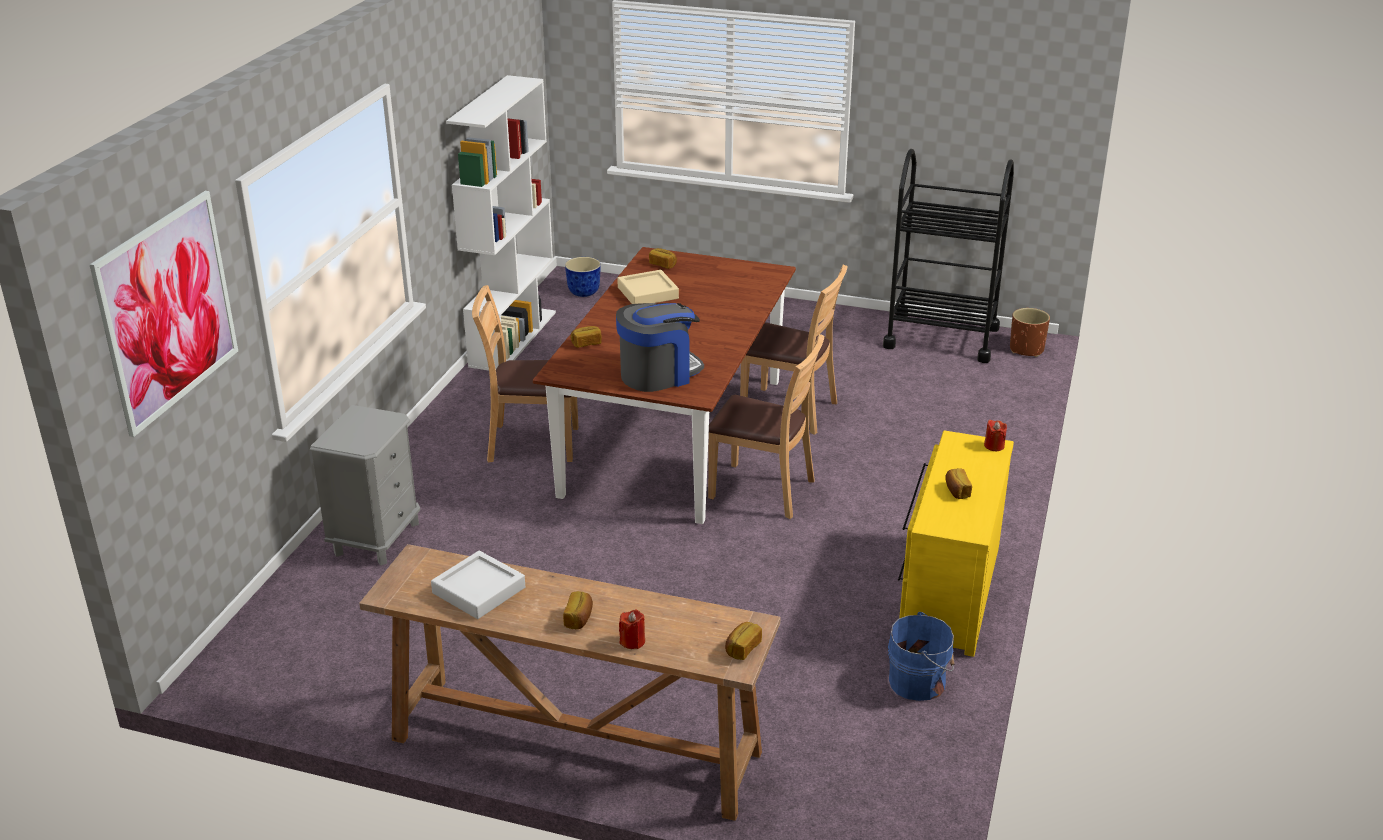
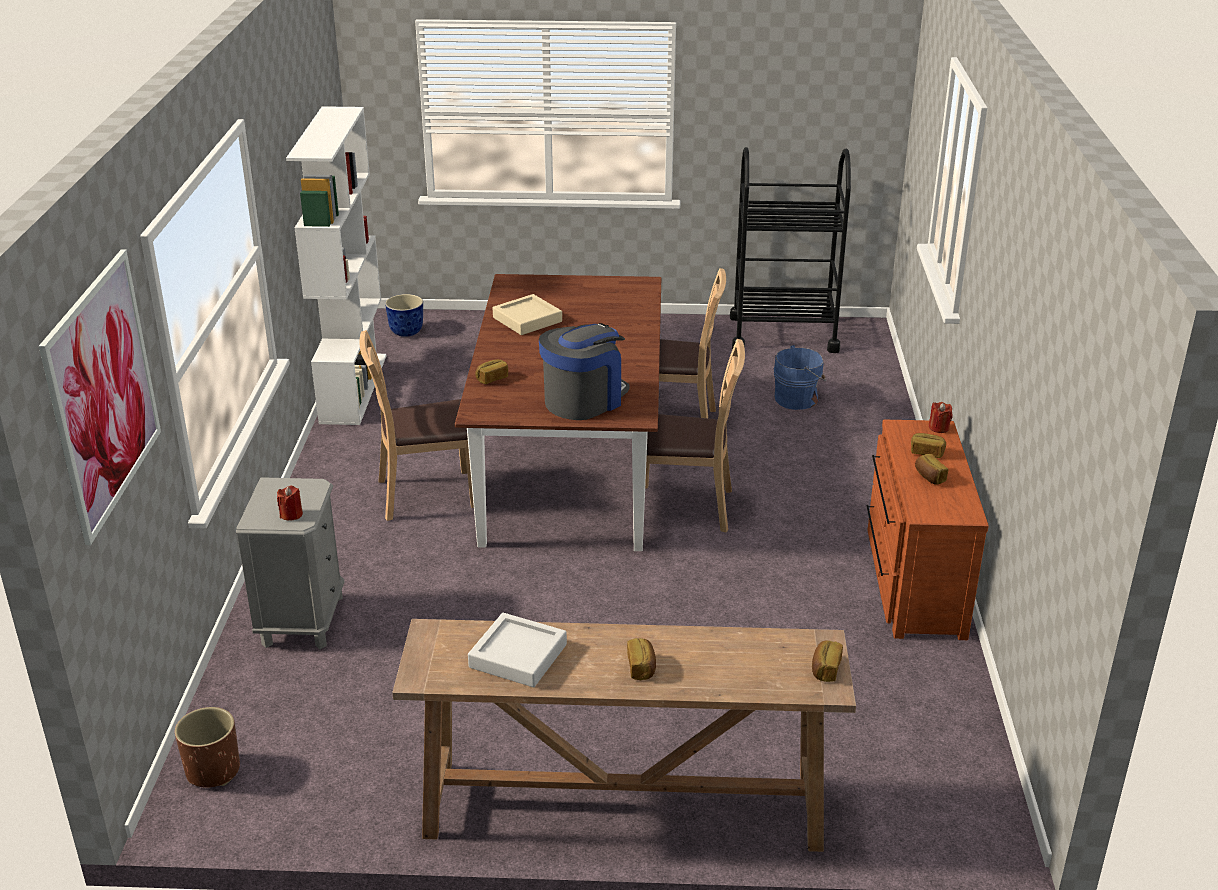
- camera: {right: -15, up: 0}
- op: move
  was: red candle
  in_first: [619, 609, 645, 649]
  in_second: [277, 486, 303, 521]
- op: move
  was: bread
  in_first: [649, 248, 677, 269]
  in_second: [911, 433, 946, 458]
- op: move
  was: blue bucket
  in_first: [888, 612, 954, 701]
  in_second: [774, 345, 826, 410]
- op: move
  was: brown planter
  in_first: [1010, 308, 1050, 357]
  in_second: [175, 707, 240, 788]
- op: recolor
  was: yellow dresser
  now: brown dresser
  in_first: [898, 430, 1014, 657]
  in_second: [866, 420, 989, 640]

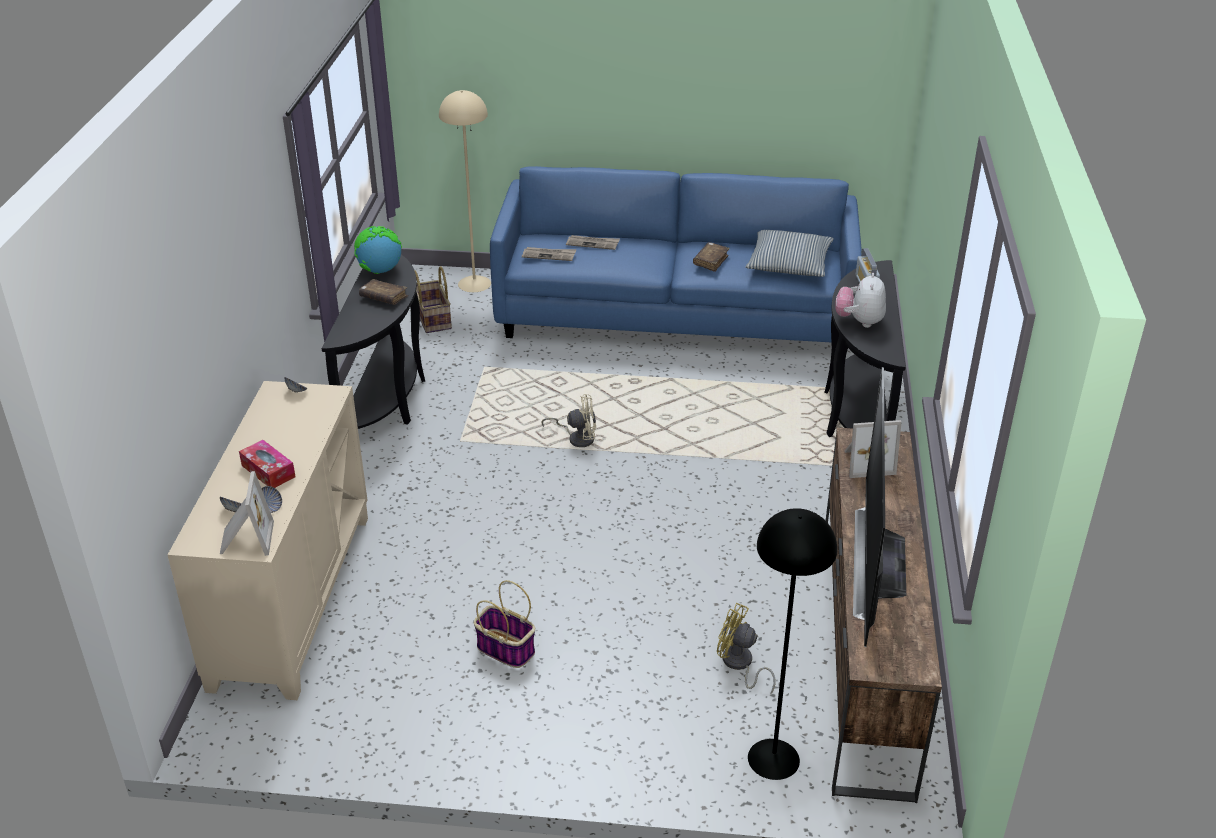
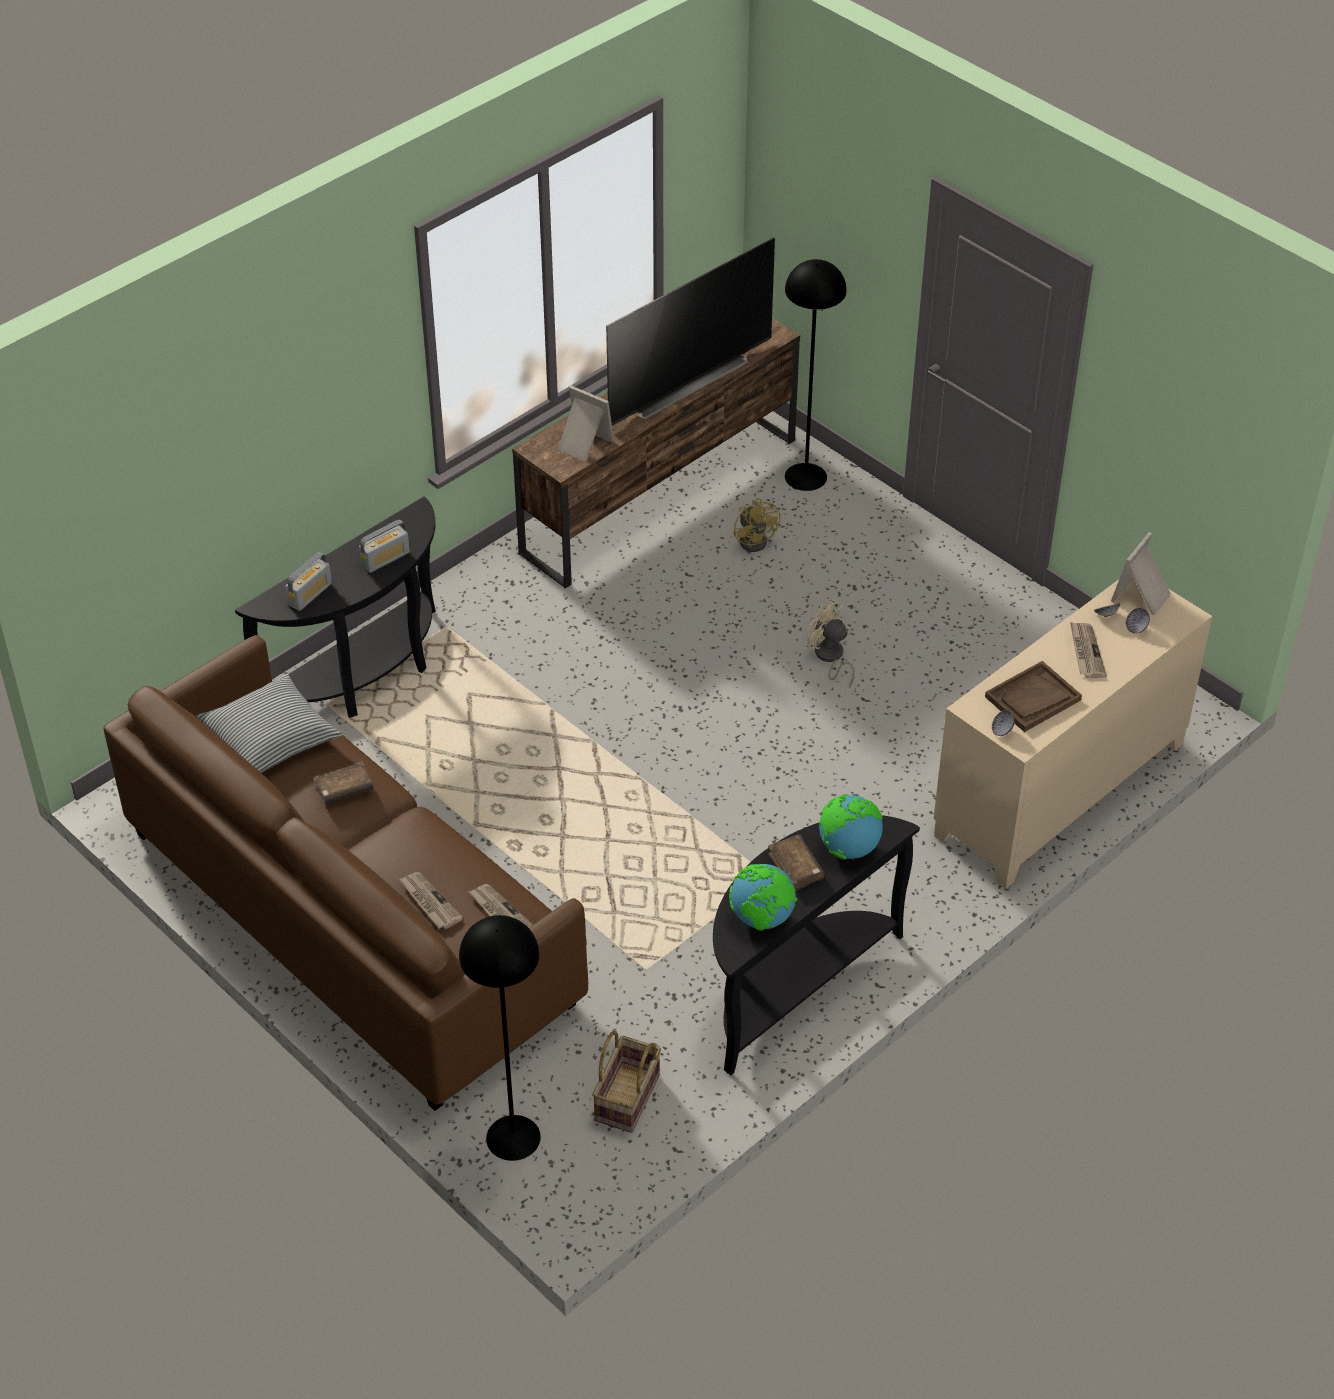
- camera: {right: -140, up: 10}
- op: delete
  was: basket
  in_first: [474, 580, 535, 668]
- op: insert
  now: globe
  in_second: [819, 794, 883, 859]
- op: insert
  now: brown tray
  in_second: [985, 661, 1082, 732]
- op: move
  was: beige fan
  in_first: [542, 394, 596, 447]
  in_second: [807, 599, 855, 688]
- op: replace
  was: tissue box
  now: newspaper
  in_first: [239, 440, 296, 488]
  in_second: [1070, 622, 1107, 678]
- op: replace
  was: plush toy
  now: radio
  in_first: [835, 273, 886, 328]
  in_second: [359, 520, 410, 573]
- op: recolor
  was: beige floor lamp
  now: black floor lamp
  in_first: [439, 90, 491, 292]
  in_second: [459, 915, 541, 1161]
- op: recolor
  was: blue sofa
  now: brown sofa
  in_first: [490, 166, 862, 343]
  in_second: [104, 635, 588, 1111]

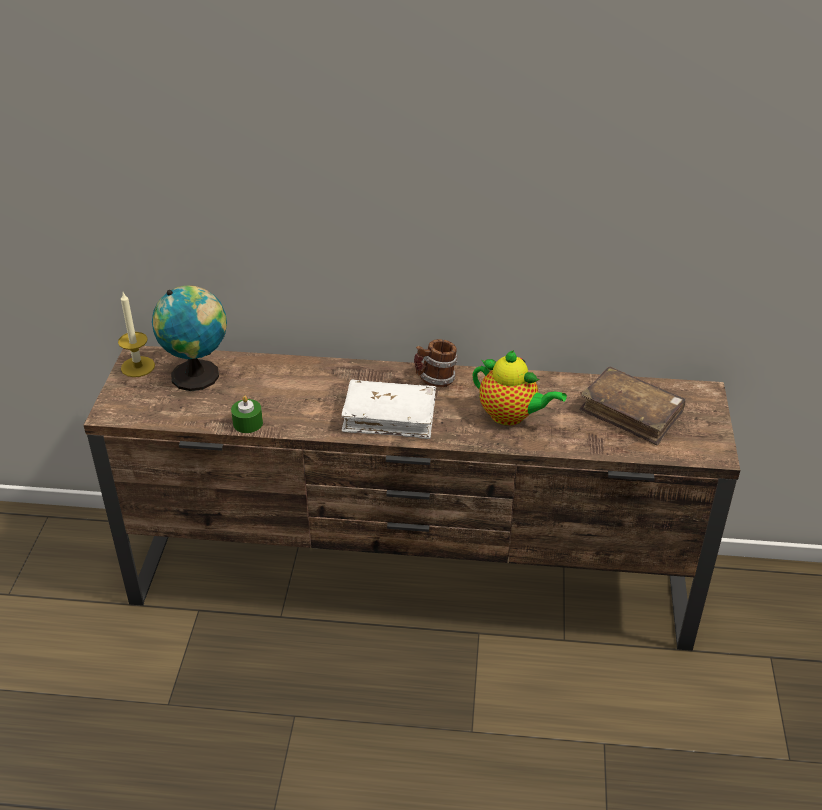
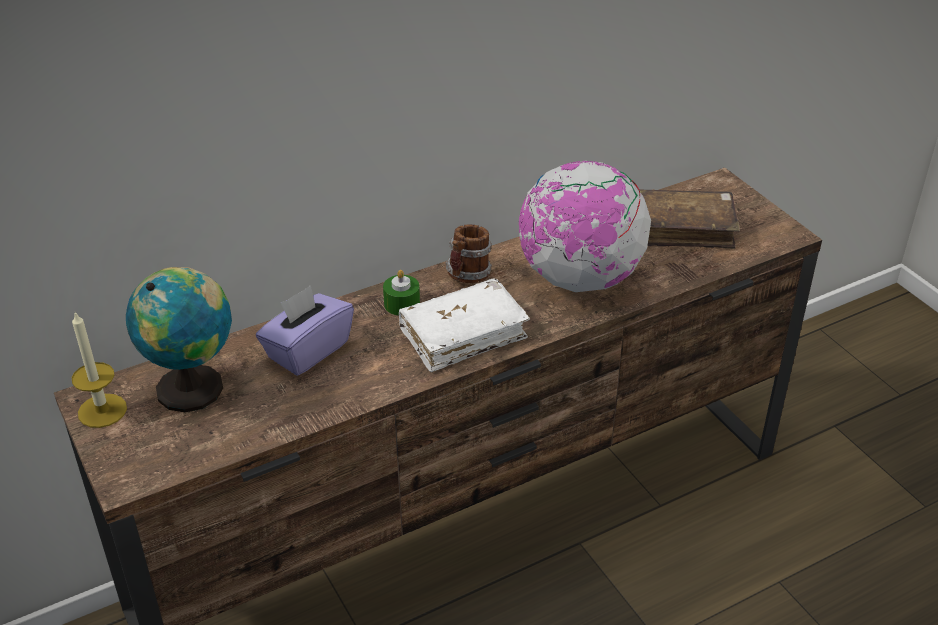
- camera: {right: -35, up: 0}
- op: insert
  now: purple tissue box
  in_second: [256, 285, 354, 376]
- op: move
  was: green candle
  in_first: [231, 396, 263, 433]
  in_second: [383, 270, 420, 316]
- op: replace
  was: teapot
  now: globe
  in_first: [473, 350, 567, 426]
  in_second: [519, 161, 651, 292]

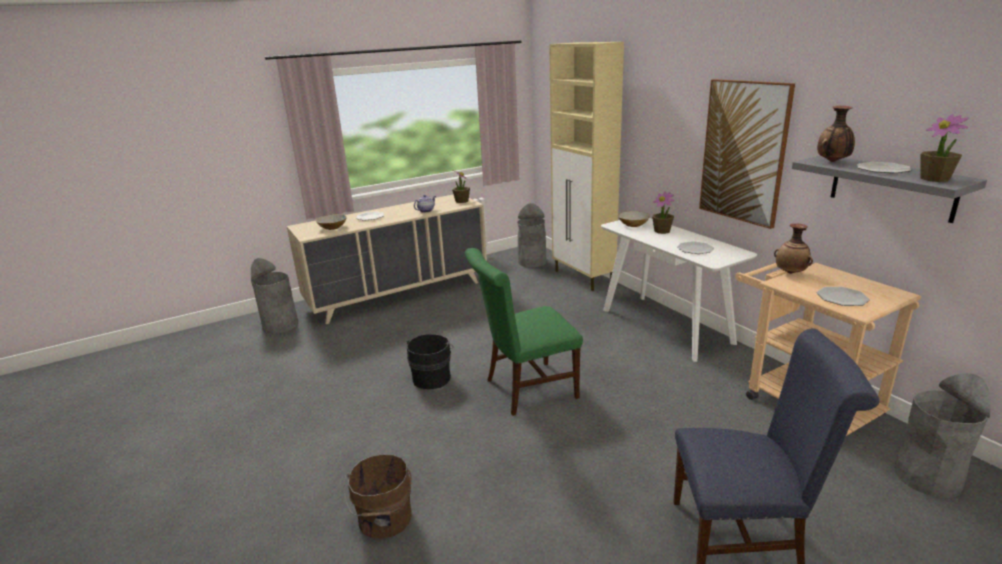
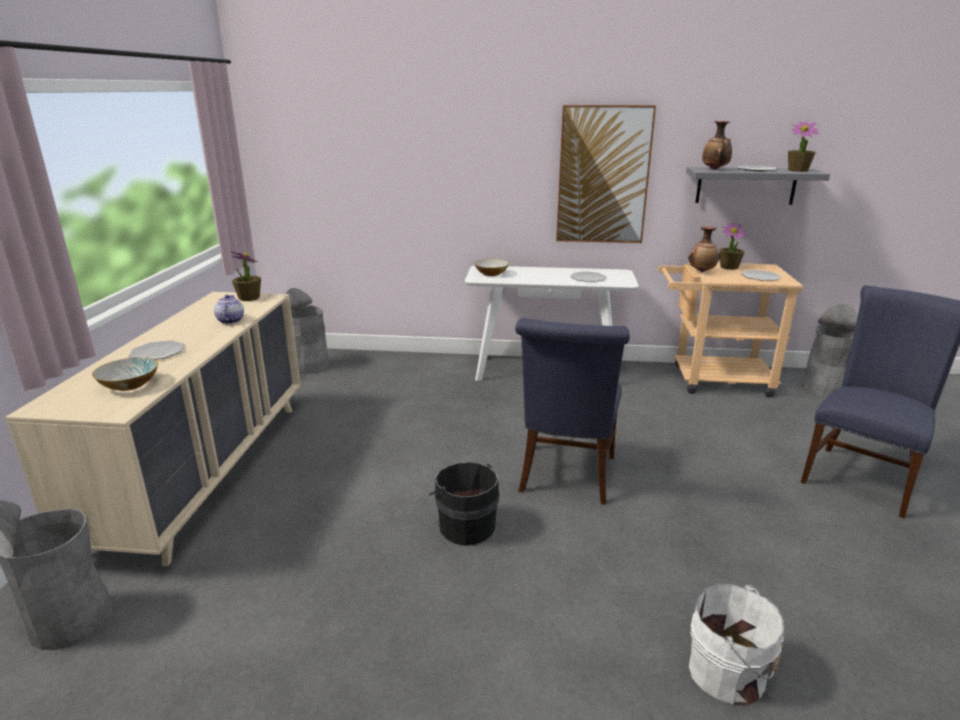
- camera: {right: -55, up: 0}
- op: delete
  was: beige cabinet
  in_first: [549, 42, 624, 291]
- op: move
  was: potted plant
  in_first: [652, 191, 674, 234]
  in_second: [719, 223, 747, 270]
- op: recolor
  was: brown bucket
  now: white bucket
  in_first: [344, 454, 412, 539]
  in_second: [689, 584, 784, 705]
- op: recolor
  was: green chair
  now: blue chair
  in_first: [465, 248, 583, 416]
  in_second: [515, 318, 630, 504]

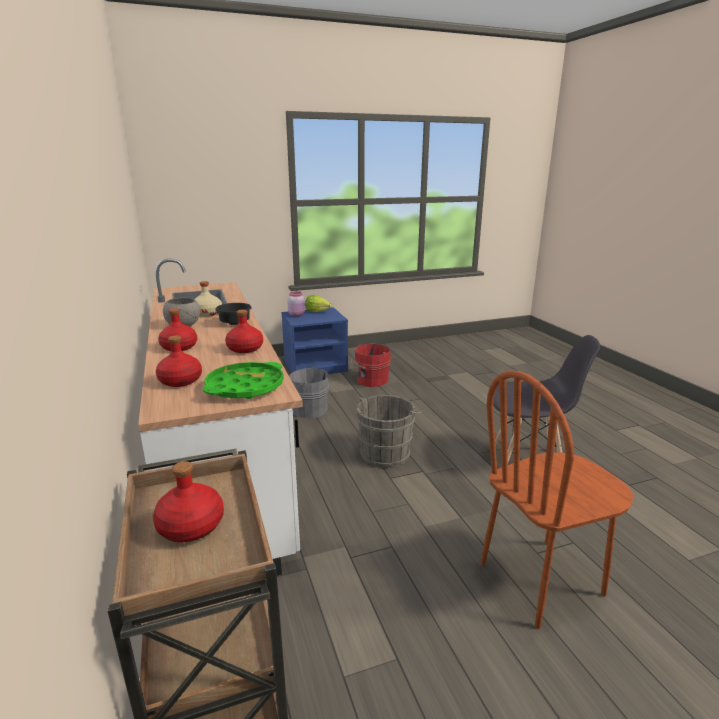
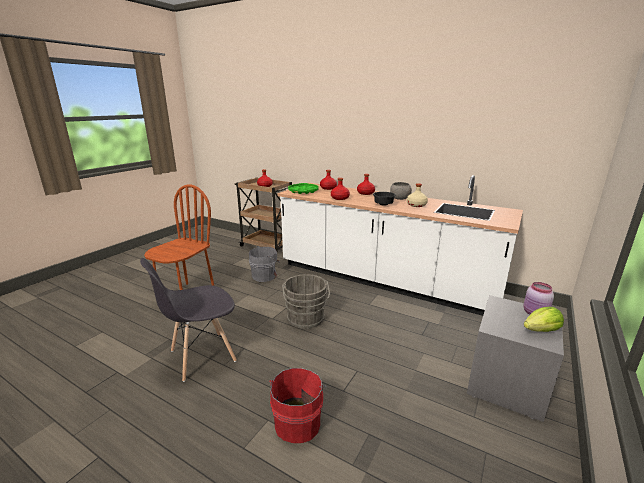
- camera: {right: 140, up: 0}
- op: move
  was: grey bucket
  in_first: [289, 366, 329, 418]
  in_second: [249, 246, 280, 282]
- op: move
  was: red bucket
  in_first: [351, 343, 391, 387]
  in_second: [269, 368, 327, 443]
- op: recolor
  was: blue nightstand
  now: grey nightstand
  in_first: [281, 307, 348, 374]
  in_second: [467, 295, 564, 422]

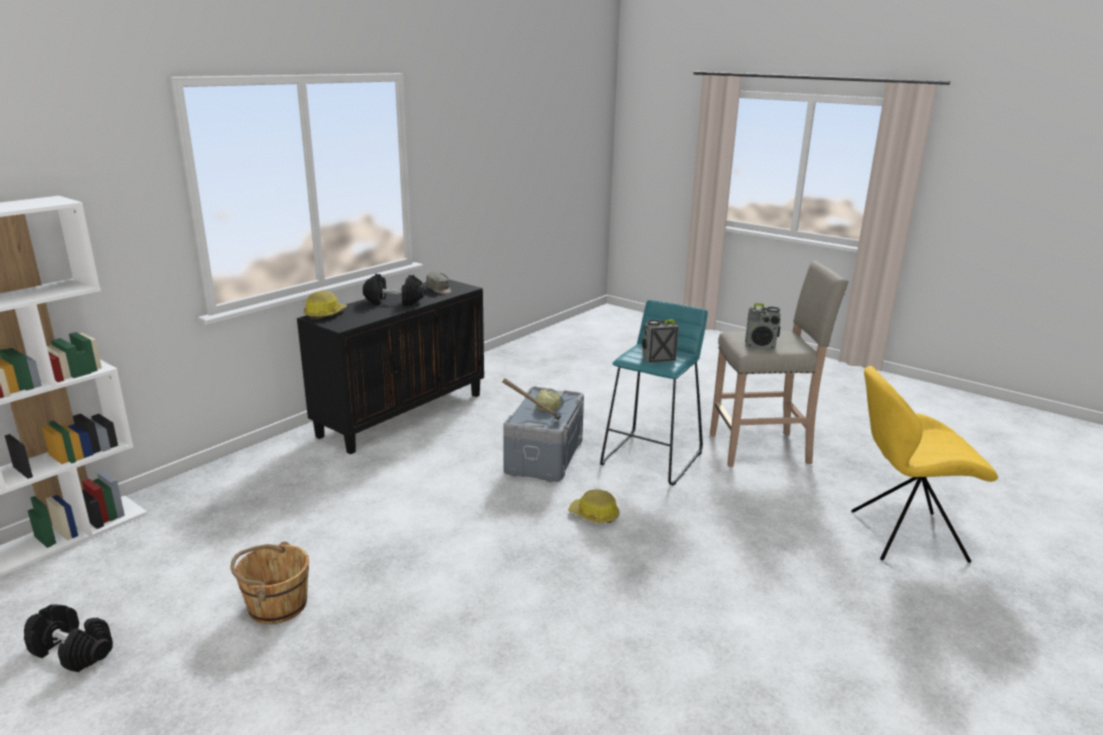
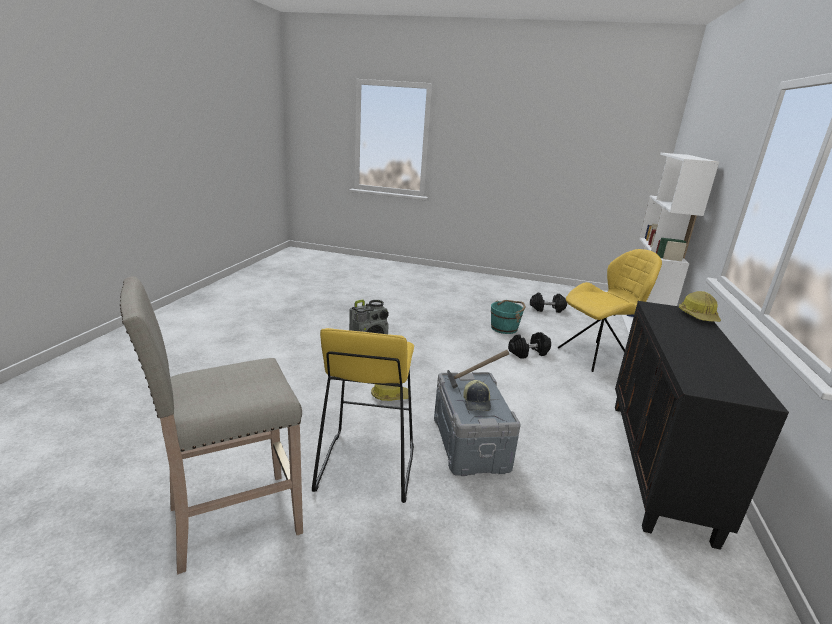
- camera: {right: 155, up: 0}
- op: delete
  was: grey cap
  in_first: [426, 272, 452, 294]
- op: delete
  was: radio
  in_first: [745, 303, 781, 350]
- op: move
  was: black dumbbell
  in_first: [363, 274, 425, 306]
  in_second: [508, 332, 551, 359]
- op: move
  was: yellow chair
  in_first: [851, 366, 998, 563]
  in_second: [558, 249, 662, 372]
- op: recolor
  was: brown bucket
  now: turquoise bucket
  in_first: [231, 541, 309, 624]
  in_second: [491, 300, 525, 334]
- op: recolor
  was: turquoise stool
  now: yellow stool
  in_first: [600, 300, 708, 486]
  in_second: [312, 328, 414, 503]

